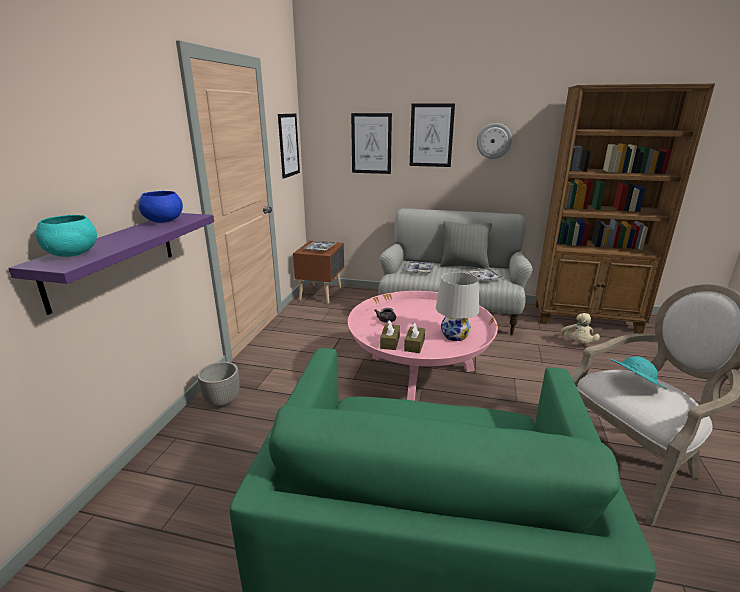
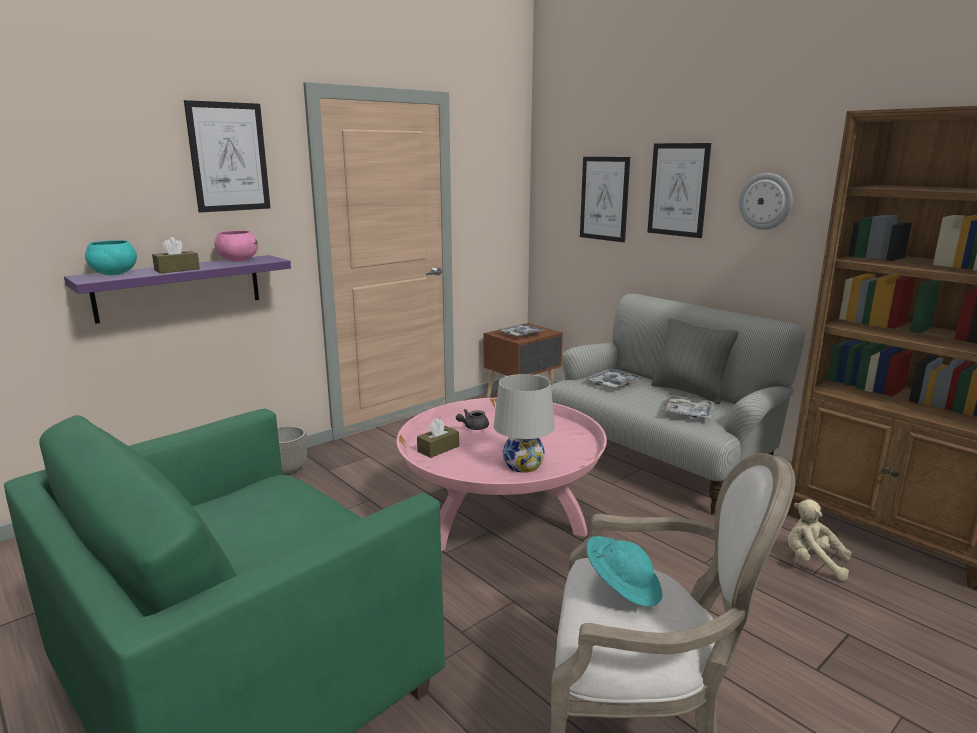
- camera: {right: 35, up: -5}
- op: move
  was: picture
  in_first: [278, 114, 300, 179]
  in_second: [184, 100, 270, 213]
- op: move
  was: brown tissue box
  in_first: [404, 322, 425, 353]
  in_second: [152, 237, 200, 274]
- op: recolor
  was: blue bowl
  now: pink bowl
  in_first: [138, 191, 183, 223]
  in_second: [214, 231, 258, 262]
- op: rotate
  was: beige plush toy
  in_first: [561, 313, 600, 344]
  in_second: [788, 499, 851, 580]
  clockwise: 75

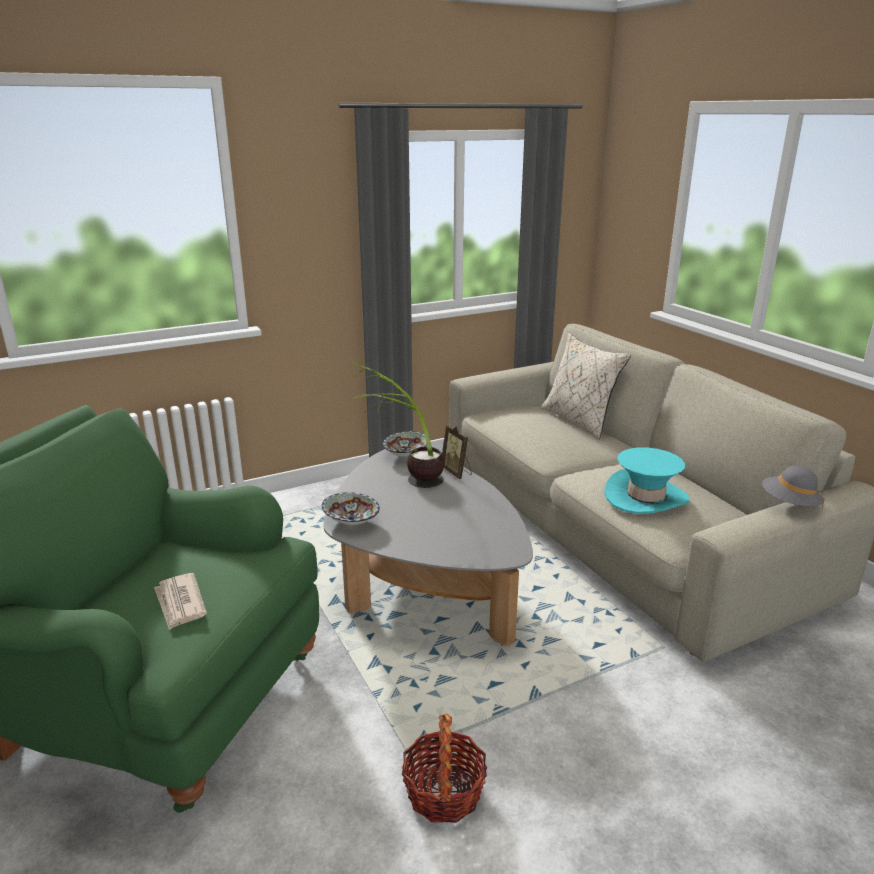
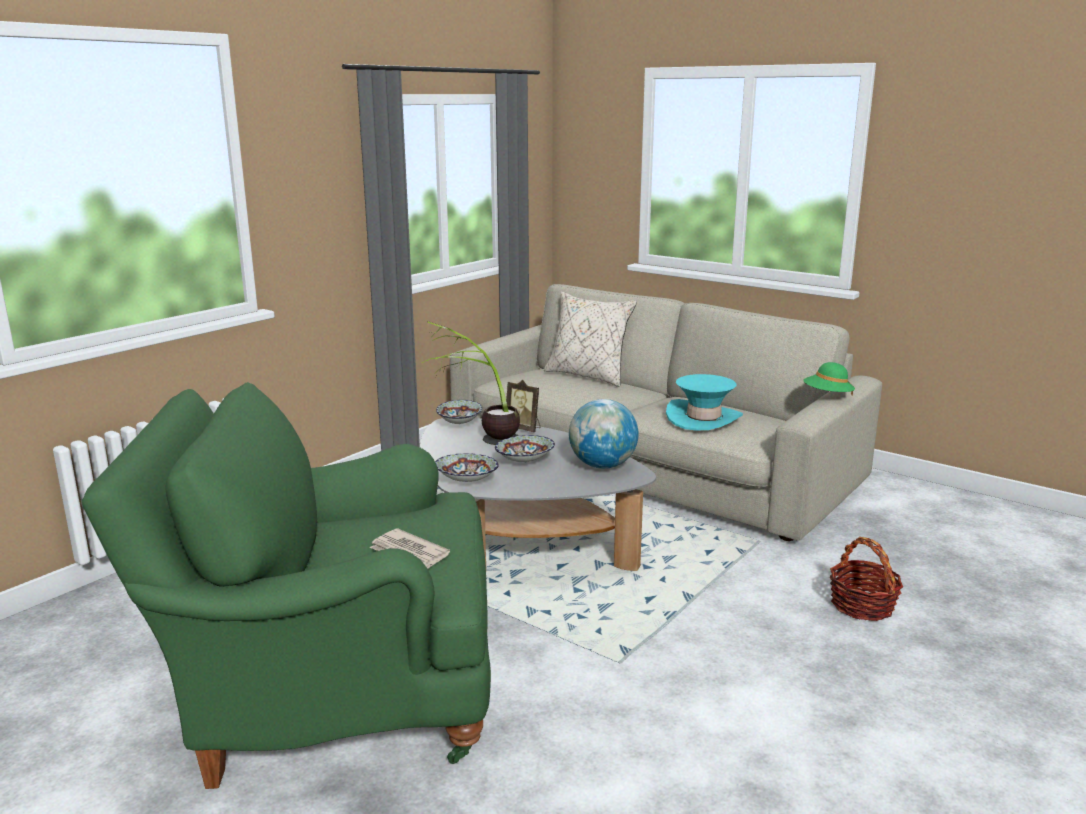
- camera: {right: -25, up: -5}
- op: insert
  now: bowl
  in_second: [495, 435, 555, 462]
- op: insert
  now: globe
  in_second: [569, 399, 639, 469]
- op: move
  was: basket
  in_first: [402, 714, 487, 823]
  in_second: [830, 537, 903, 621]
- op: recolor
  was: grey hat
  now: green hat
  in_first: [762, 466, 825, 509]
  in_second: [803, 362, 855, 396]

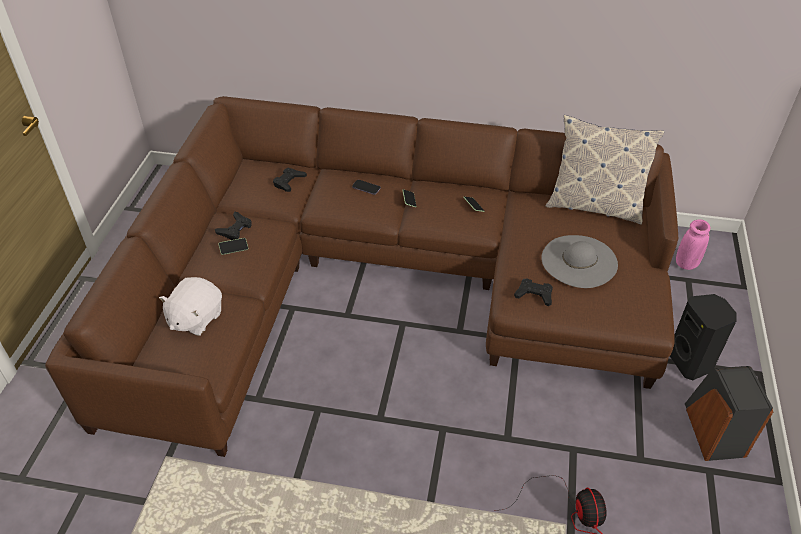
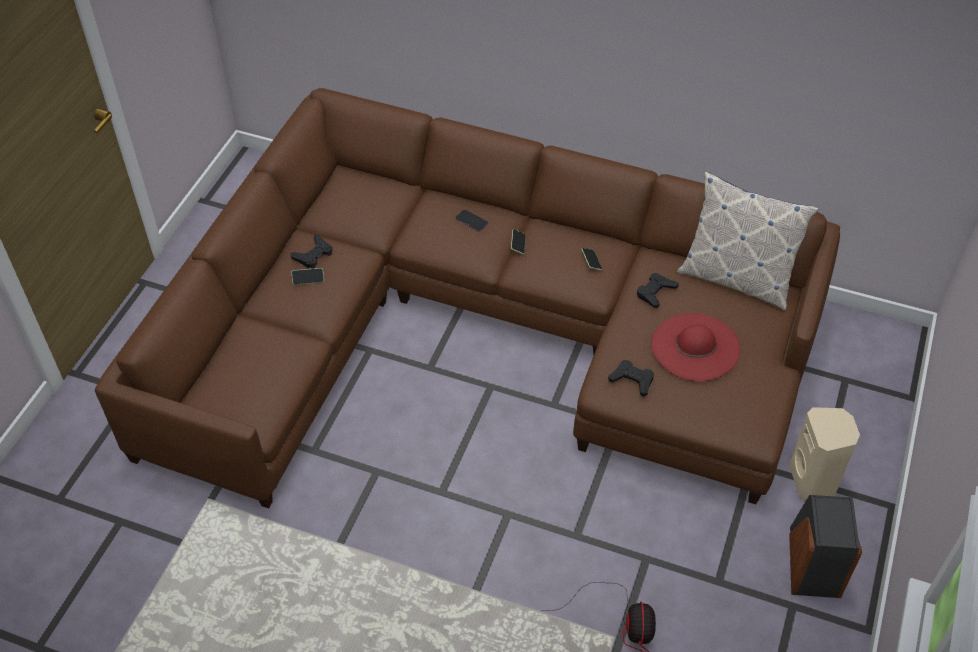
- camera: {right: 10, up: 5}
- op: delete
  was: white plush toy
  in_first: [159, 277, 222, 336]
- op: delete
  was: pink vase
  in_first: [676, 219, 710, 270]
- op: move
  was: black game controller
  in_first: [273, 168, 307, 192]
  in_second: [637, 273, 679, 308]
- op: recolor
  was: grey hat
  now: red hat
  in_first: [541, 235, 618, 288]
  in_second: [651, 313, 740, 381]
- op: recolor
  was: black speaker
  now: beige speaker
  in_first: [670, 294, 737, 380]
  in_second: [789, 407, 860, 501]

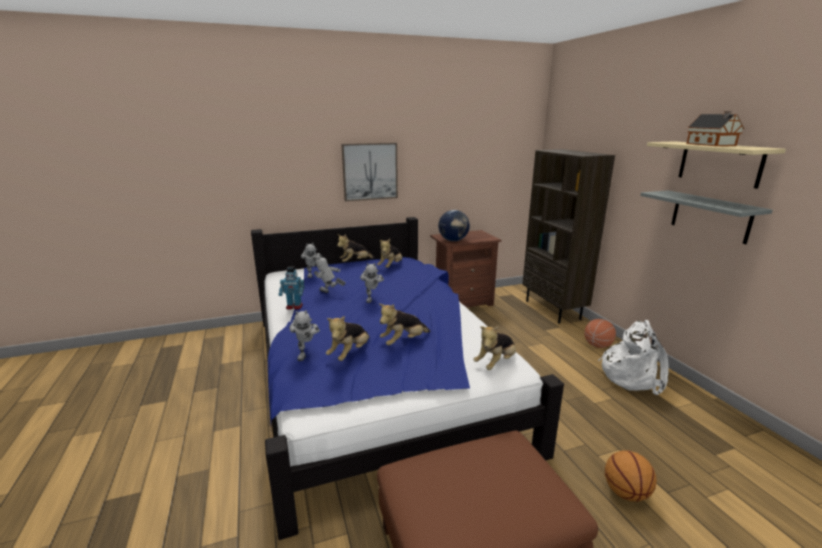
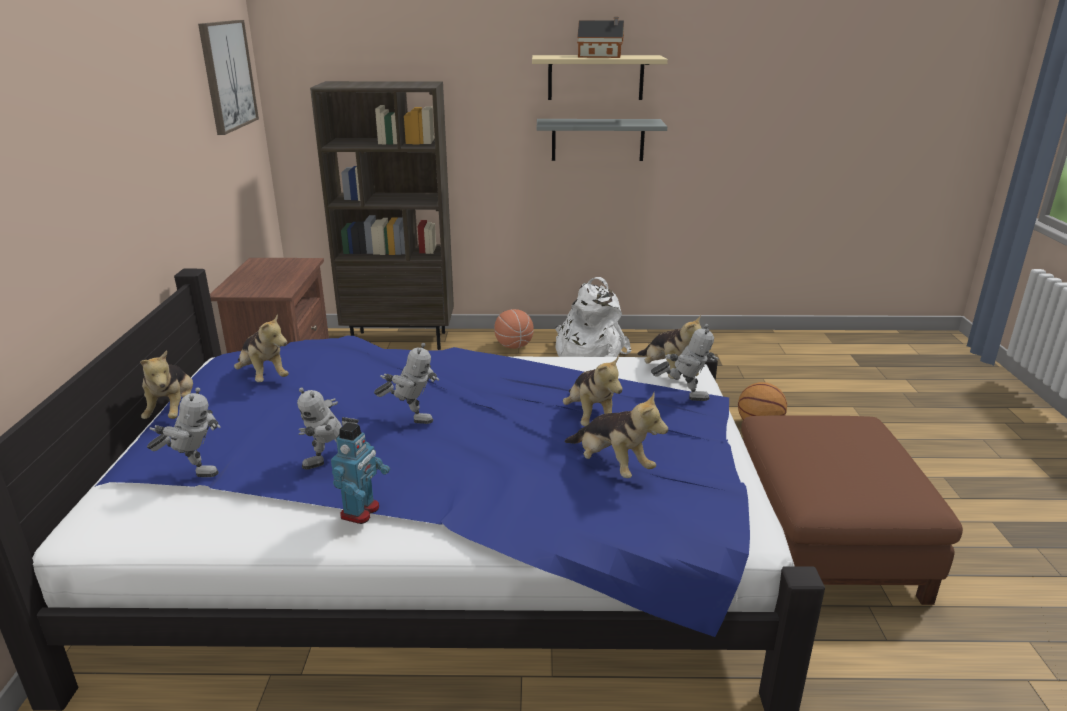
- camera: {right: -70, up: 5}
- op: delete
  was: globe
  in_first: [438, 210, 470, 241]
- op: move
  was: toy robot
  in_first: [289, 310, 320, 361]
  in_second: [651, 324, 719, 401]
- op: move
  was: picture
  in_first: [342, 143, 398, 201]
  in_second: [198, 20, 259, 135]

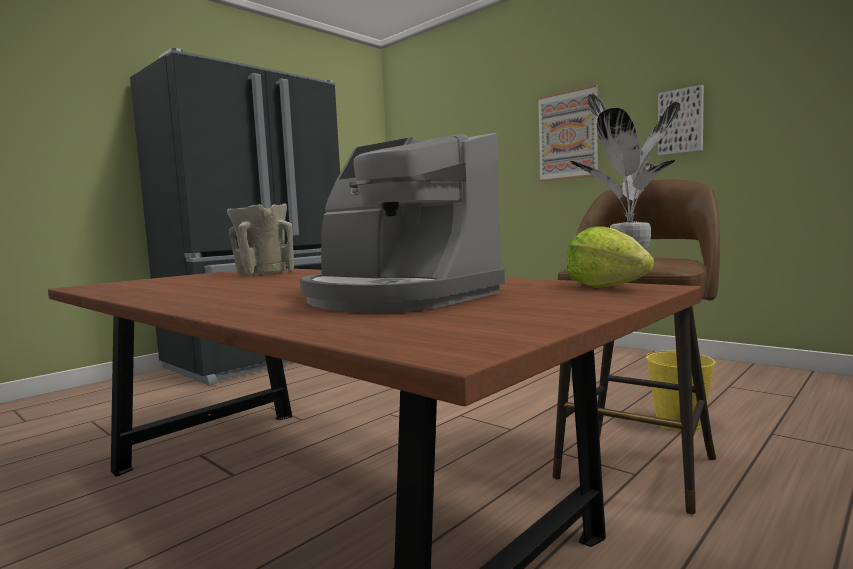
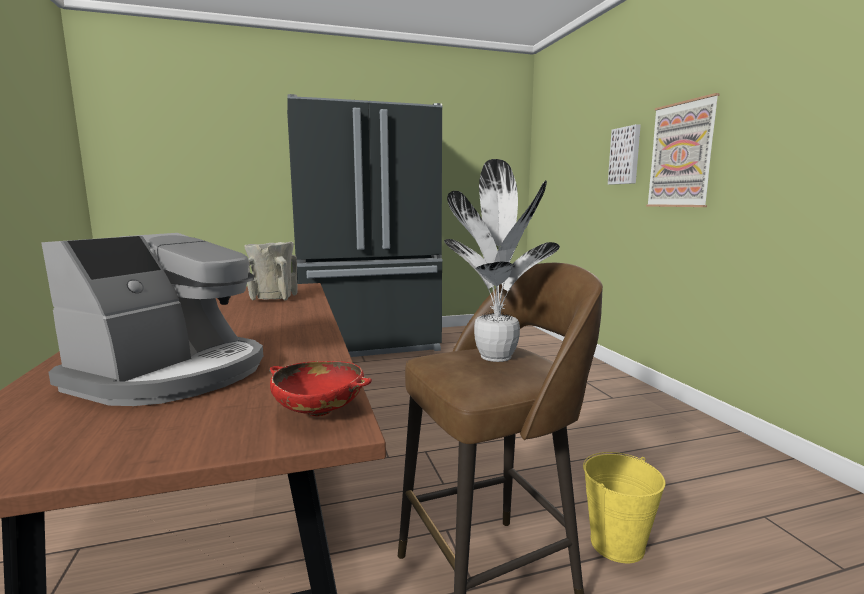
- camera: {right: 30, up: 5}
- op: move
  was: picture
  in_first: [658, 85, 704, 156]
  in_second: [608, 124, 641, 185]
- op: replace
  was: lettuce
  now: red bowl
  in_first: [566, 227, 654, 288]
  in_second: [269, 361, 372, 416]
- op: rotate
  was: coffee machine
  in_first: [300, 133, 505, 313]
  in_second: [41, 233, 263, 406]
  clockwise: -135

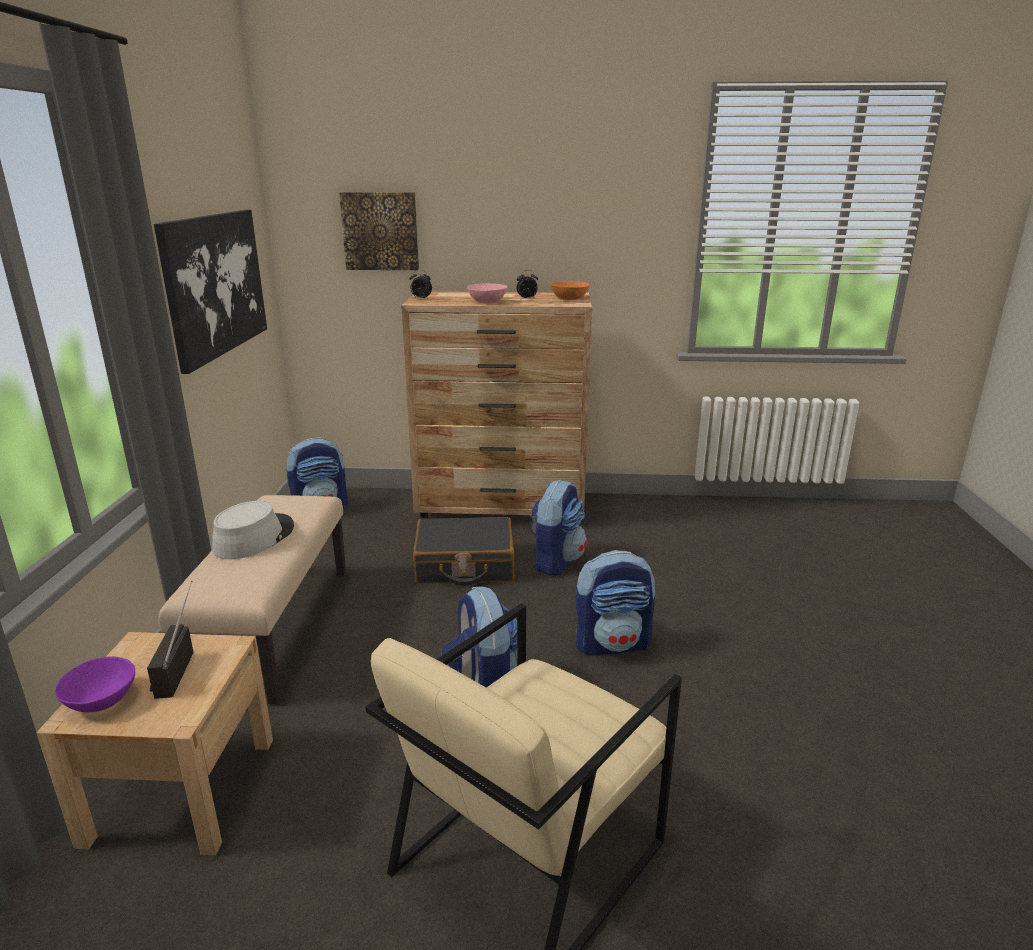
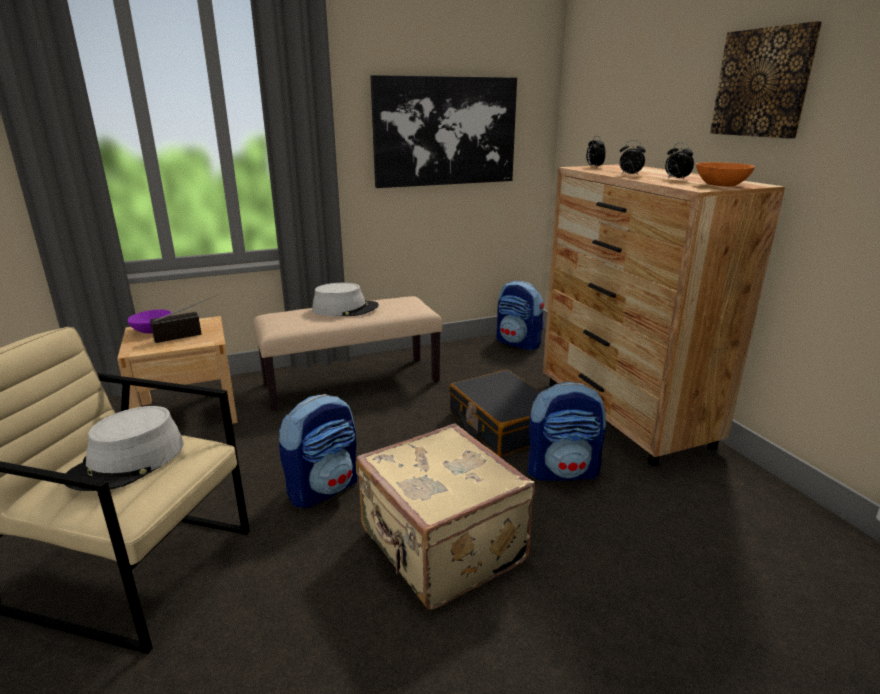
- camera: {right: 65, up: 0}
- op: insert
  now: grey hat
  in_second: [65, 406, 184, 491]
- op: move
  was: picture
  in_first: [339, 192, 419, 270]
  in_second: [710, 21, 822, 139]
- op: replace
  was: pink bowl
  now: alarm clock
  in_first: [467, 283, 508, 303]
  in_second: [619, 140, 646, 176]
- op: replace
  was: backpack
  now: beige suitcase
  in_first: [576, 550, 655, 655]
  in_second: [356, 423, 535, 610]

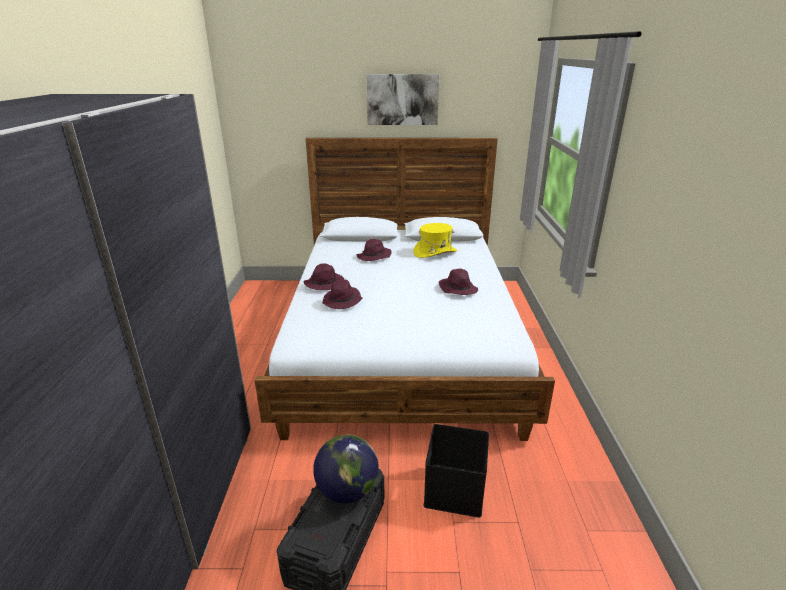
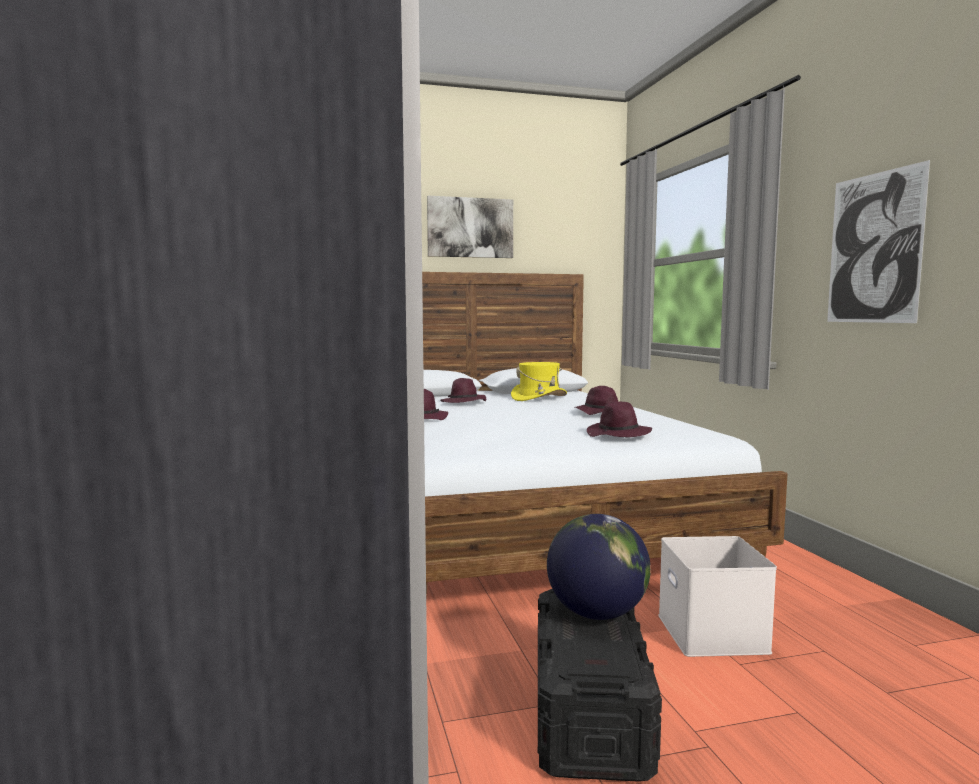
- camera: {right: -15, up: -20}
- op: insert
  now: picture
  in_second: [827, 160, 930, 323]
- op: move
  was: purple hat
  in_first: [322, 280, 362, 309]
  in_second: [587, 401, 652, 437]
- op: recolor
  was: black storage box
  now: white storage box
  in_first: [424, 424, 489, 518]
  in_second: [658, 536, 777, 657]

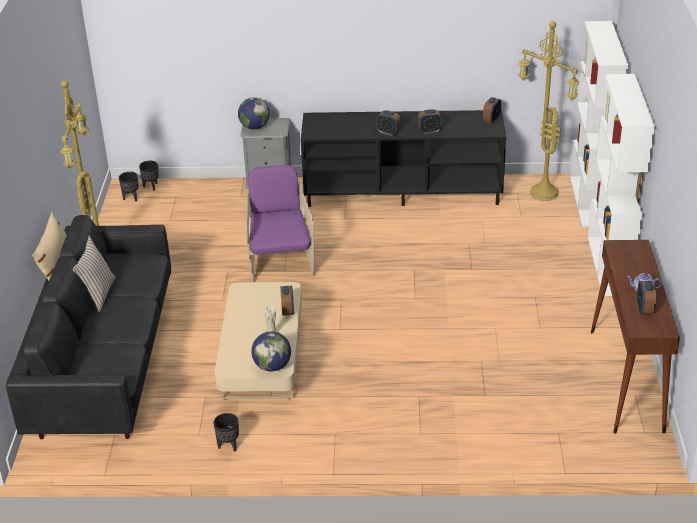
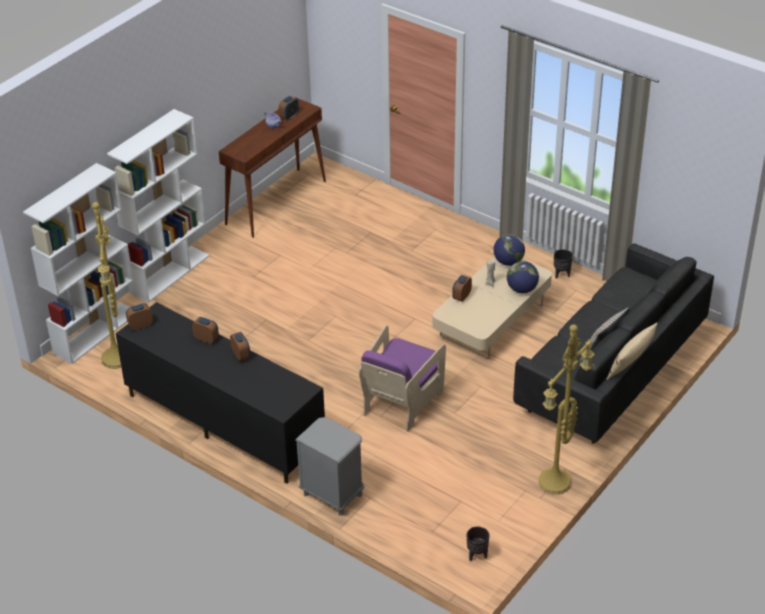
- camera: {right: -145, up: 5}
- op: delete
  was: black planter
  in_first: [139, 161, 159, 191]
- op: move
  was: globe
  in_first: [238, 97, 270, 129]
  in_second: [507, 261, 539, 293]

